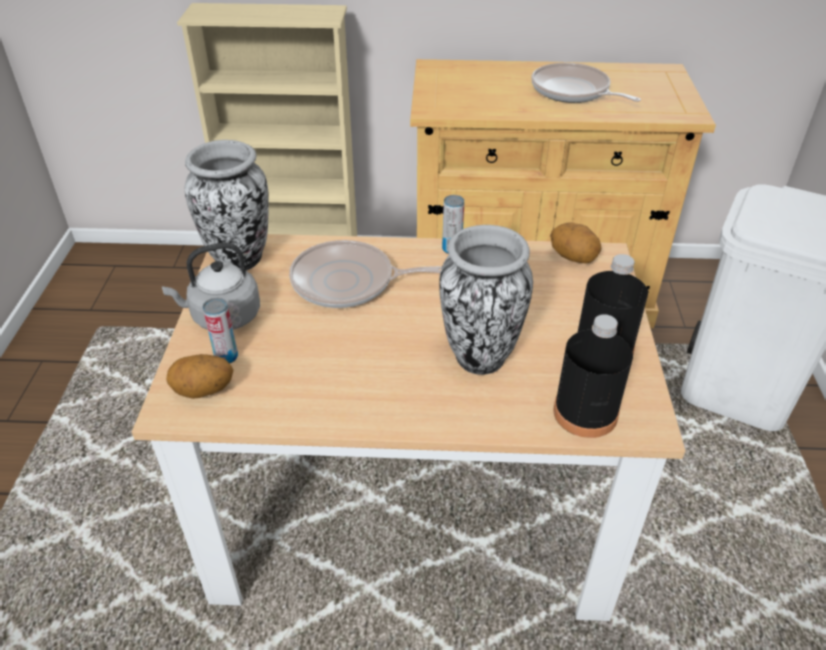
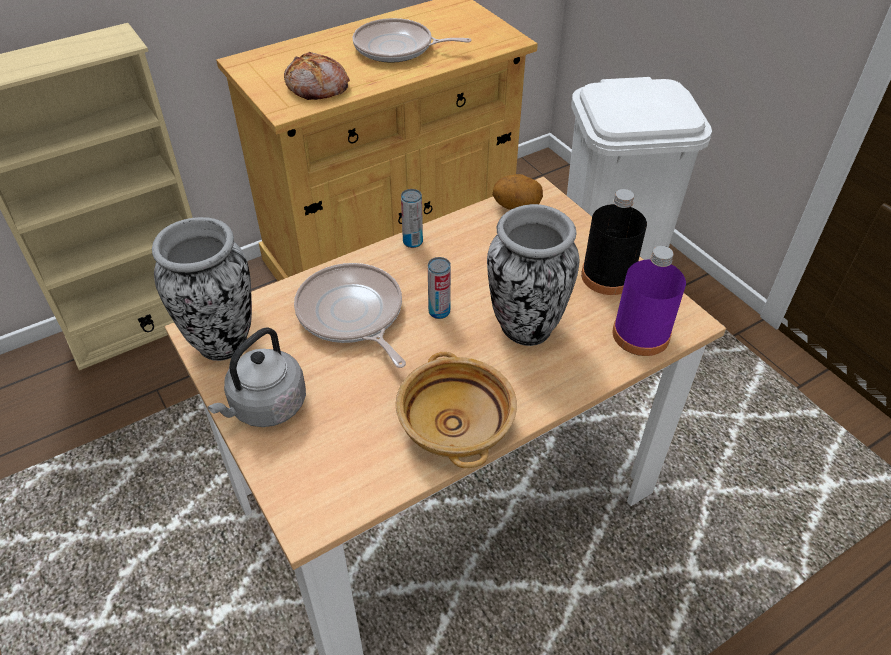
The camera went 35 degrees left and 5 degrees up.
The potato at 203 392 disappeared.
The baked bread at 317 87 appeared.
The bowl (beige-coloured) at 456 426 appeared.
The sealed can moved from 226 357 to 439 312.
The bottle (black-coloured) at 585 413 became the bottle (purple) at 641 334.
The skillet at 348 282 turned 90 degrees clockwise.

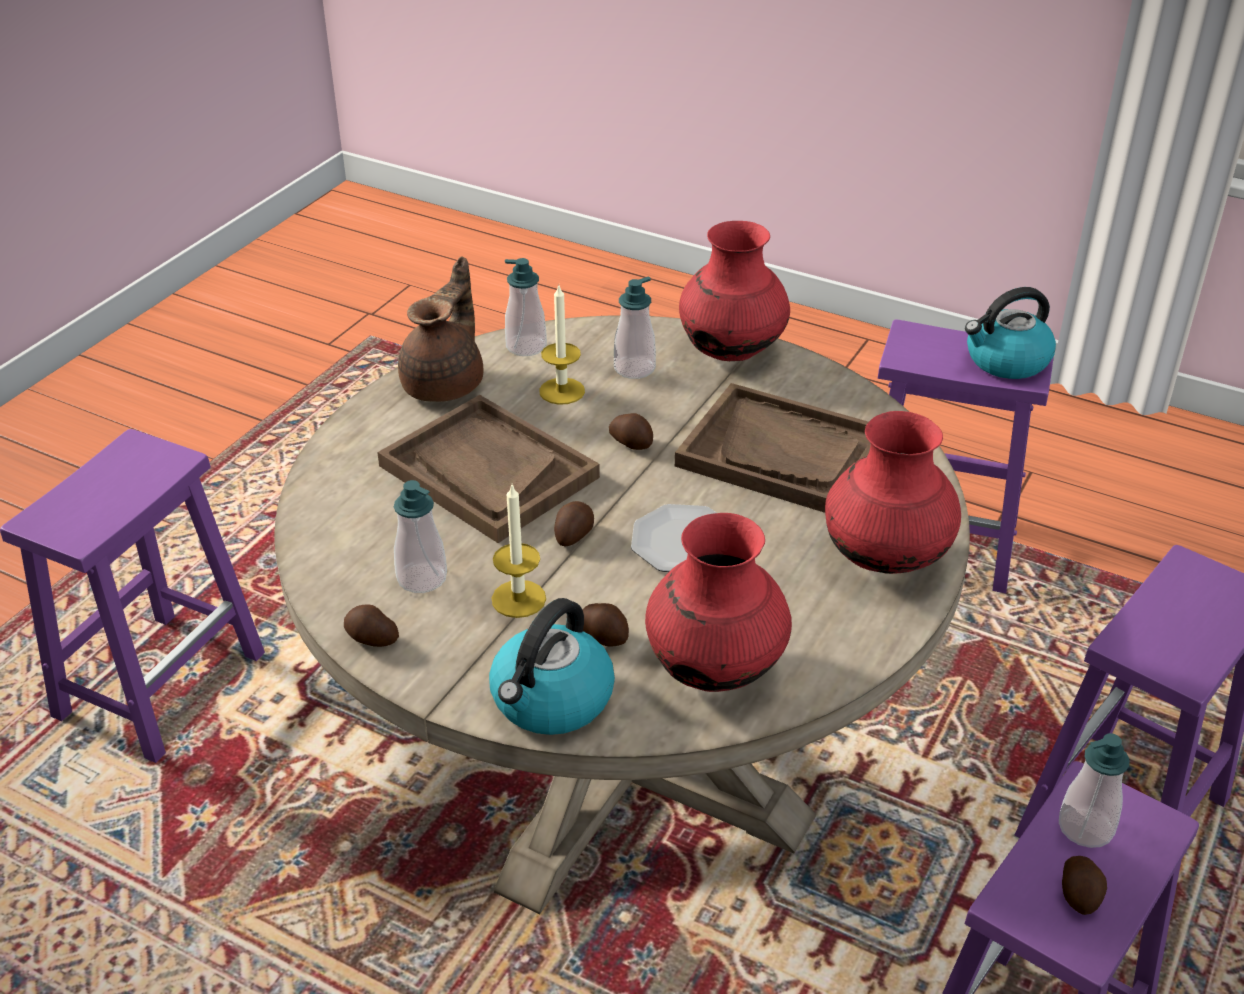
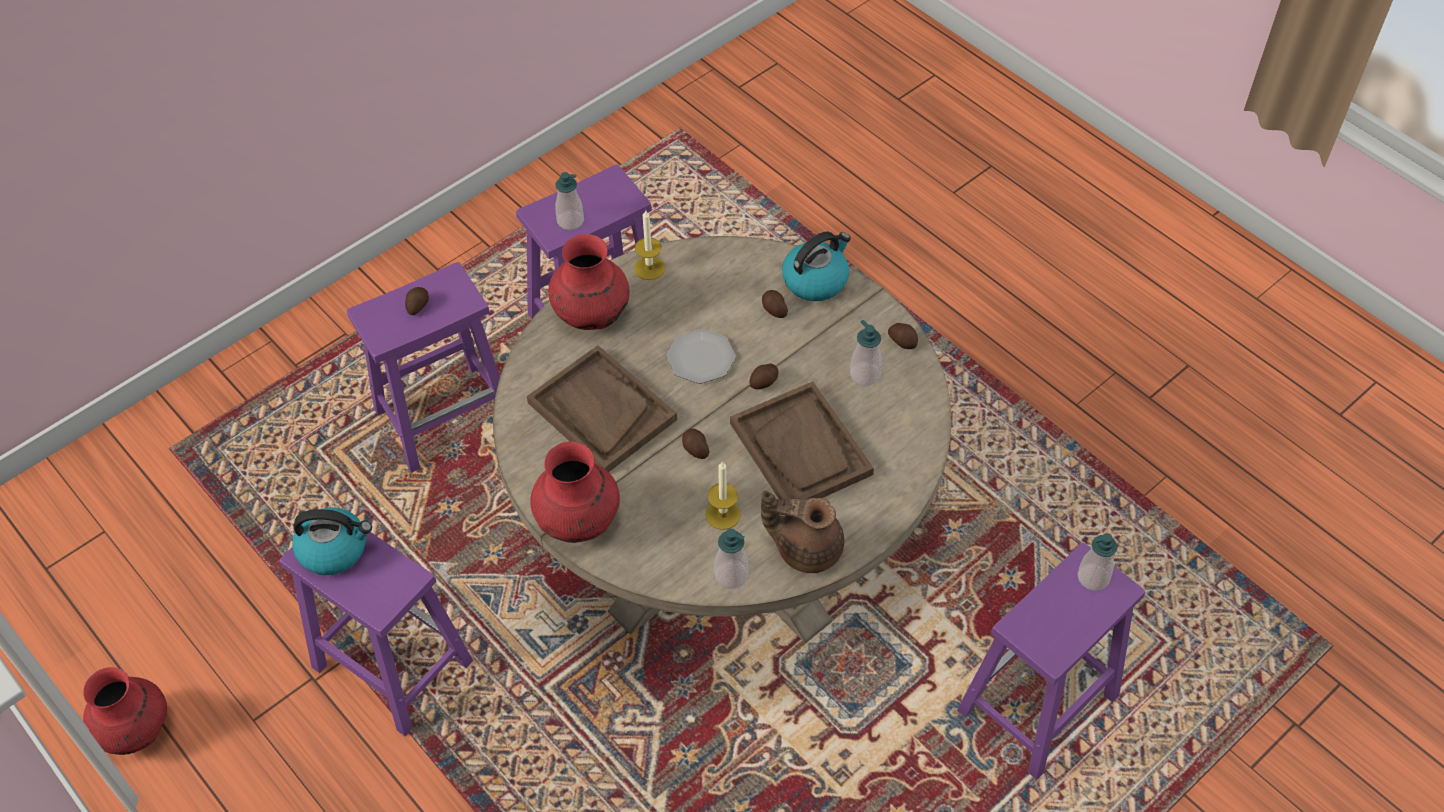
The camera went 160 degrees left and 15 degrees up.
The candle moved from 518 599 to 649 268.
The soap dispenser moved from 634 368 to 1093 577.
The decorative vase (red-coloured) moved from 714 668 to 136 731.
The potato moved from 1080 894 to 417 306.
The tea pot (brown) at 446 383 turned 60 degrees clockwise.

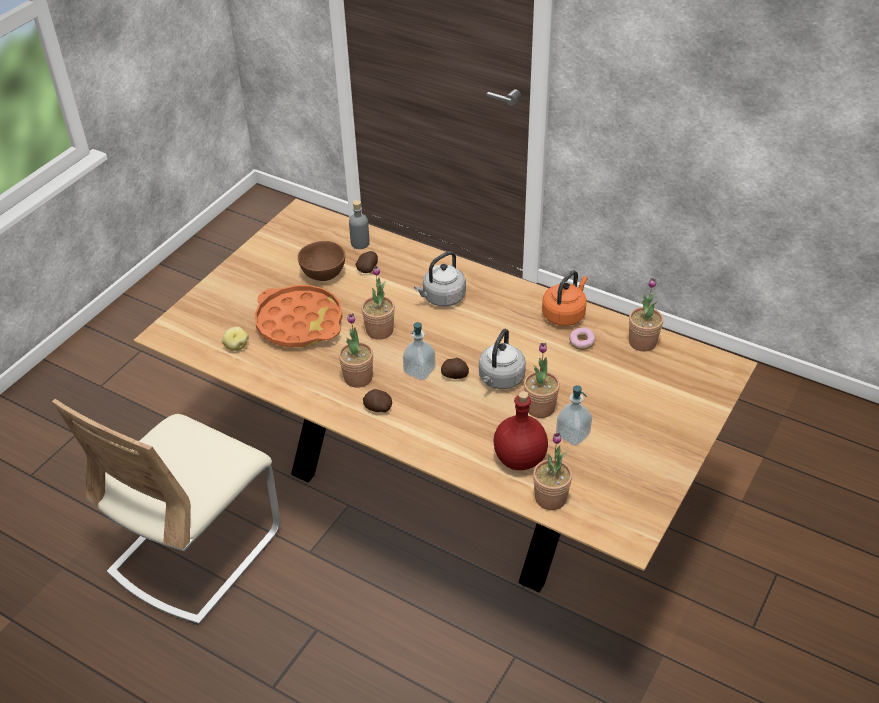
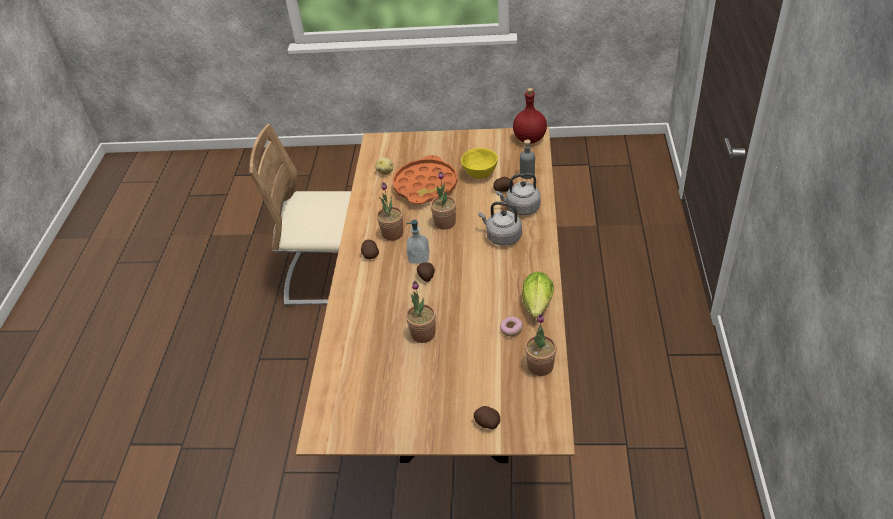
The camera went 65 degrees right and 0 degrees up.
The plant in a pot at 550 498 disappeared.
The soap dispenser at 573 434 disappeared.
The potato at 487 423 appeared.
The tea kettle (greyish) moved from 500 379 to 521 208.
The bottle (red-coloured) moved from 520 459 to 530 139.
The tea kettle (orange) at 565 314 was replaced by the head of lettuce at 537 307.
The bowl (brown) at 324 275 became the bowl (yellow) at 479 174.

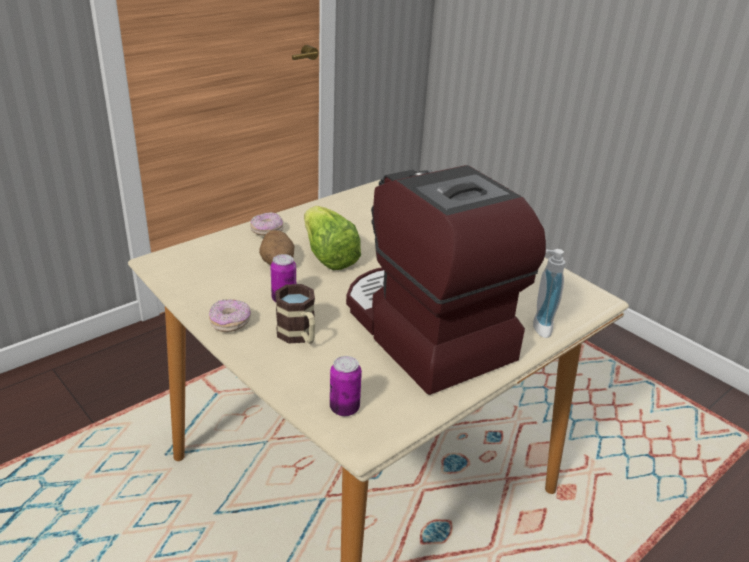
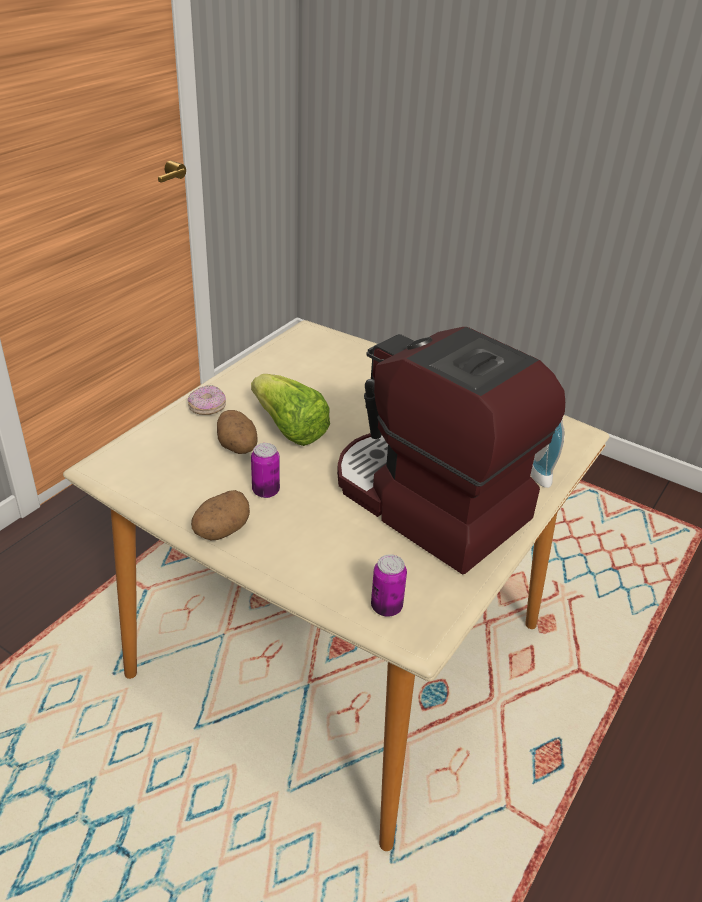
The camera went 15 degrees left and 5 degrees up.
The tea mug at 299 336 disappeared.
The ring doughnut at 230 323 was replaced by the potato at 221 531.

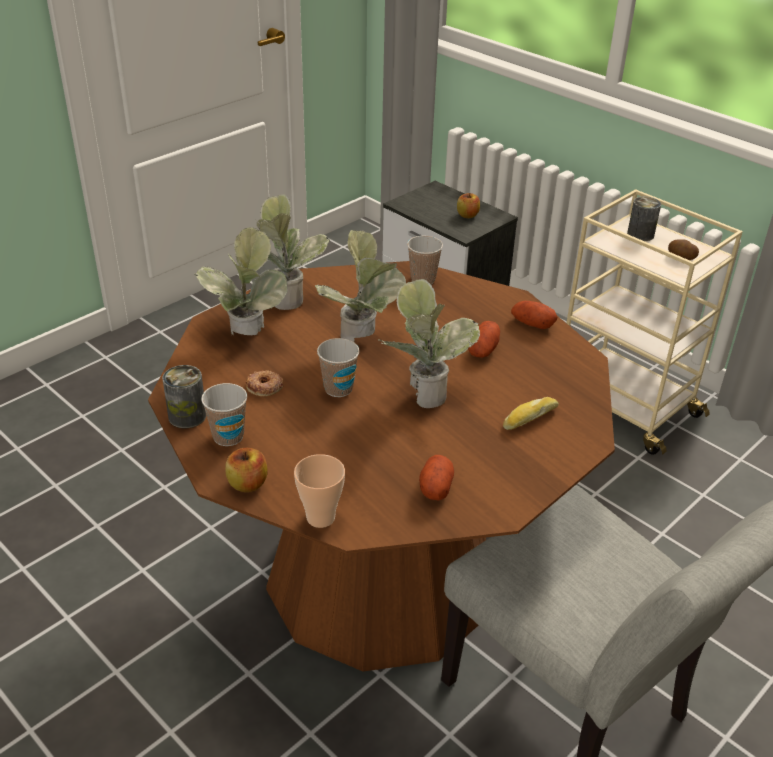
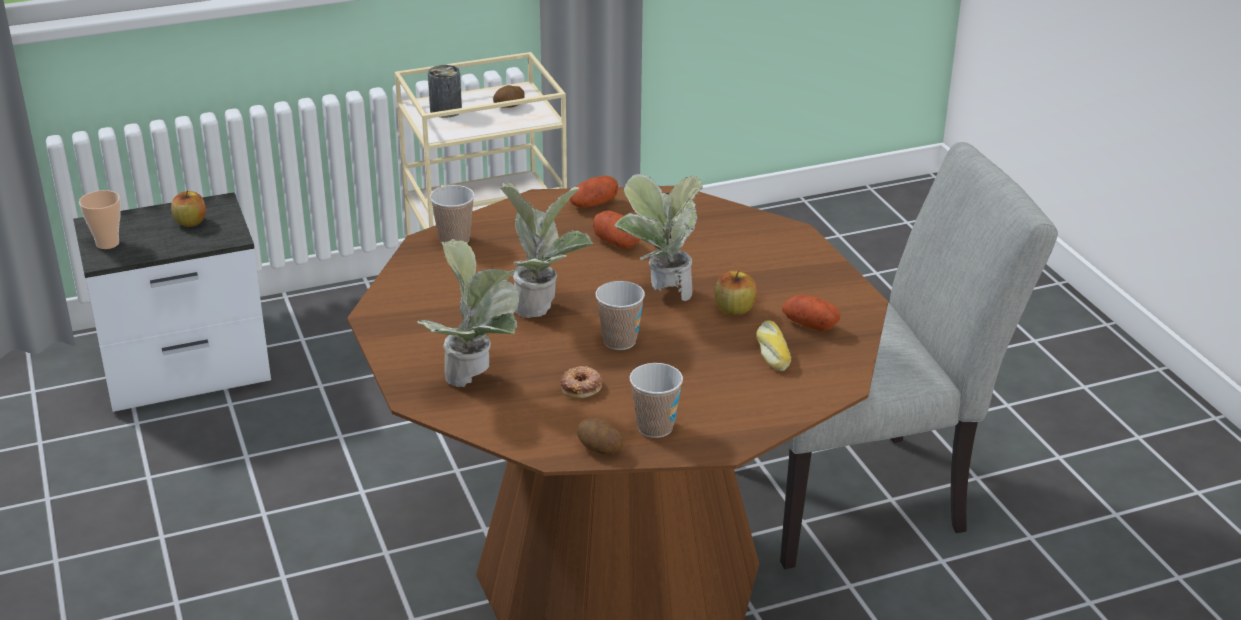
The camera went 65 degrees left and 5 degrees down.
The plant in a pot at 286 297 disappeared.
The apple fruit moved from 247 484 to 734 310.
The cup moved from 320 517 to 107 243.
The baked bread moved from 529 418 to 771 352.
The sealed can at 187 416 was replaced by the potato at 598 448.

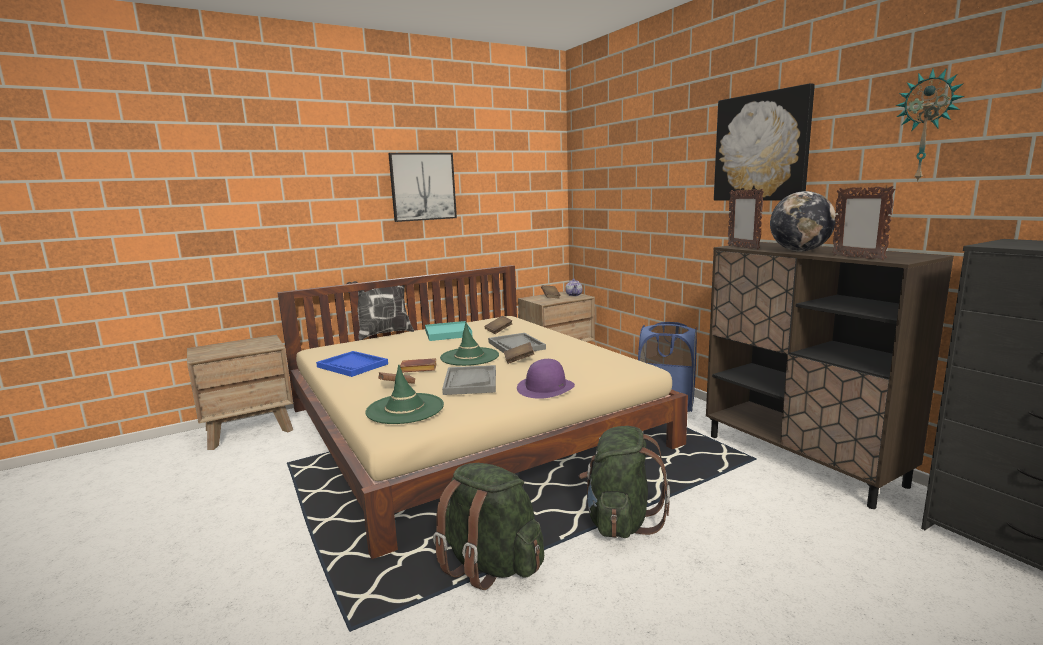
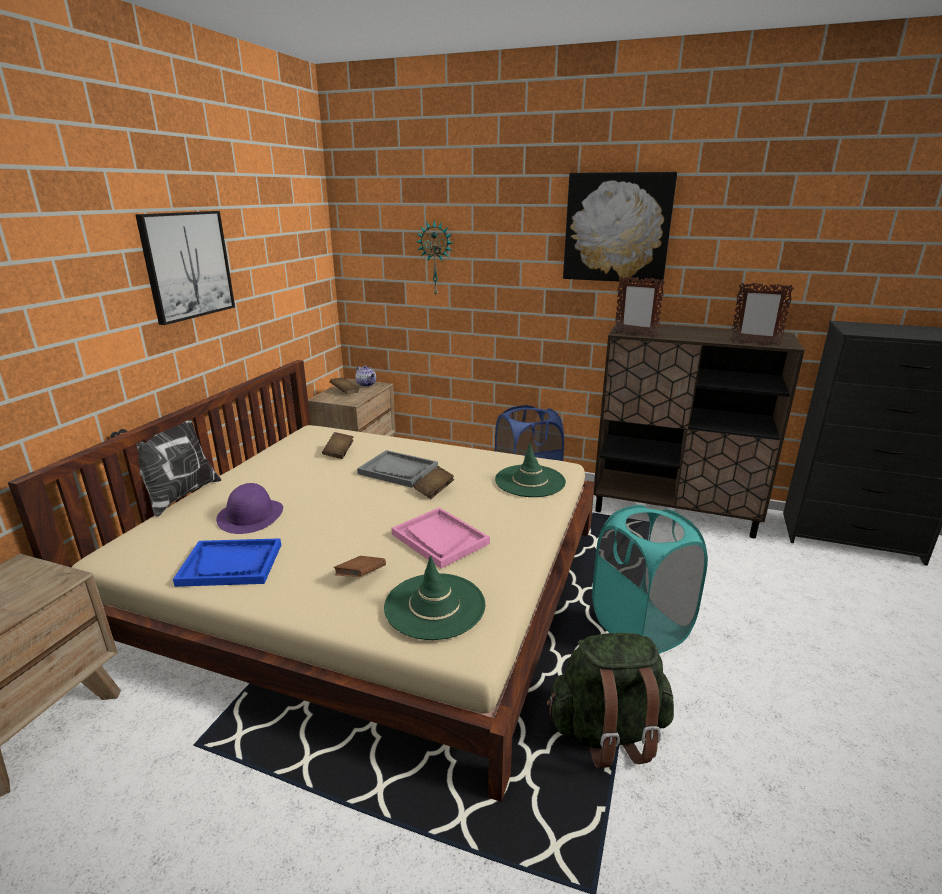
The camera went 40 degrees left and 10 degrees up.
The bound book (brown) at 417 369 disappeared.
The serving tray (turquoise-coloured) at 448 333 disappeared.
The desk globe at 799 251 disappeared.
The wearable hat (green) moved from 469 357 to 530 481.
The wearable hat (purple) moved from 545 387 to 250 515.
The clock on the wall moved from 927 126 to 436 259.
The rucksack (green) at 620 521 was replaced by the hamper (turquoise-coloured) at 640 627.
The serving tray (greyish) at 470 382 became the serving tray (pink) at 439 539.

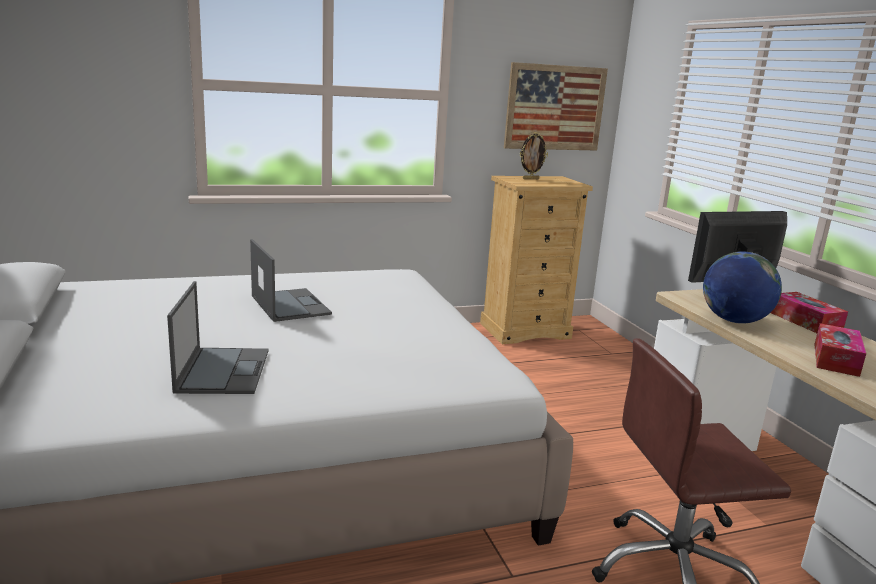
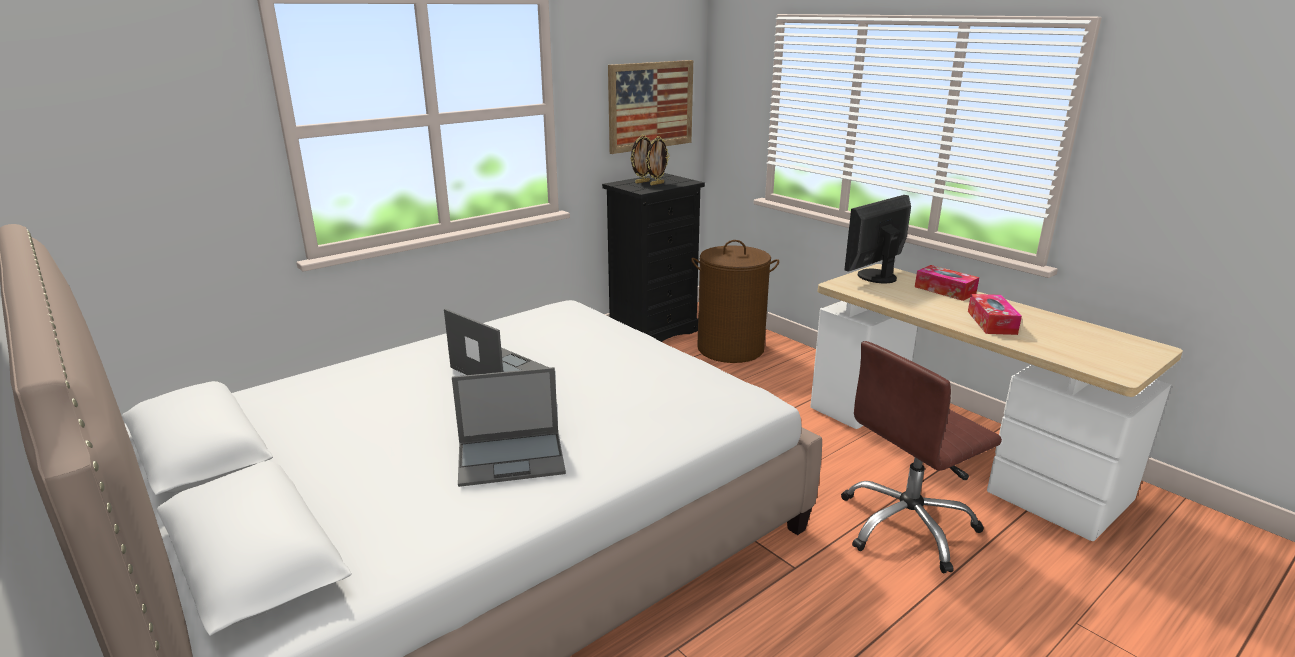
The camera went 20 degrees left and 5 degrees up.
The desk globe at 734 321 disappeared.
The standing frame at 656 184 appeared.
The hamper (brown) at 730 348 appeared.
The drawer chest (beige-coloured) at 525 330 became the drawer chest (black-coloured) at 653 331.
The portable computer at 223 370 turned 105 degrees clockwise.

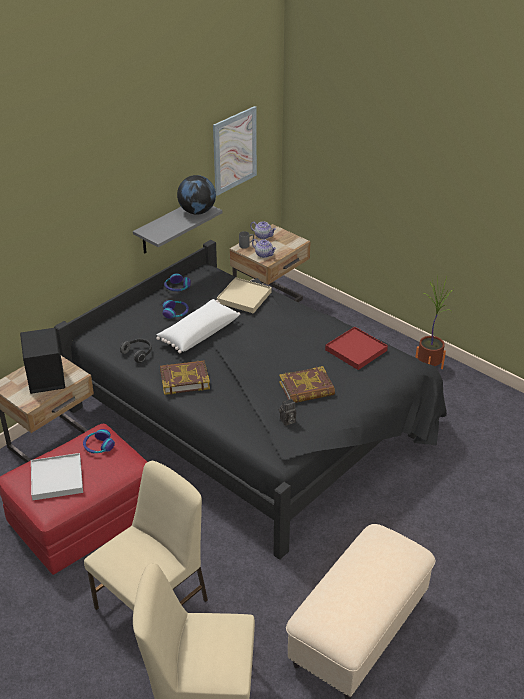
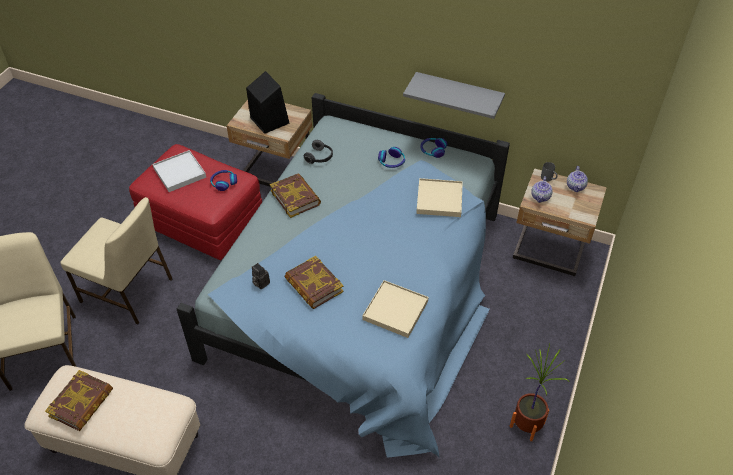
The camera went 70 degrees right and 10 degrees up.
The throw pillow (white-coloured) at 198 333 disappeared.
The desk globe at 197 212 disappeared.
The picture at 234 150 disappeared.
The bound book at 82 403 appeared.
The bed (black-coloured) at 255 420 became the bed (blue-coloured) at 362 292.
The serving tray (red-coloured) at 356 350 became the serving tray (beige-coloured) at 395 310.

